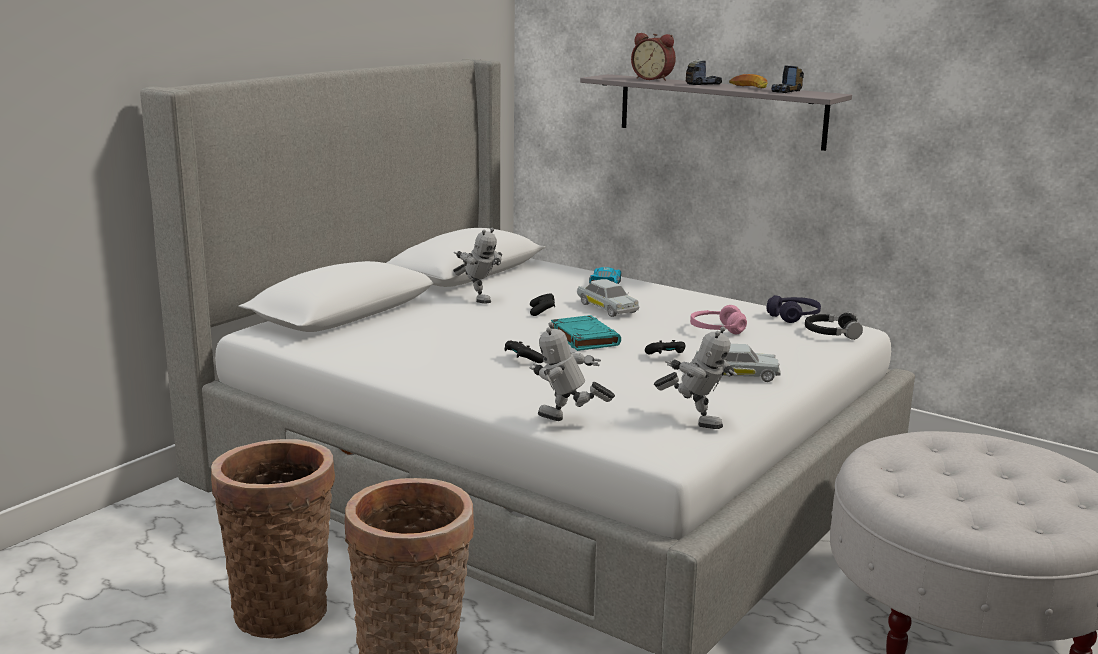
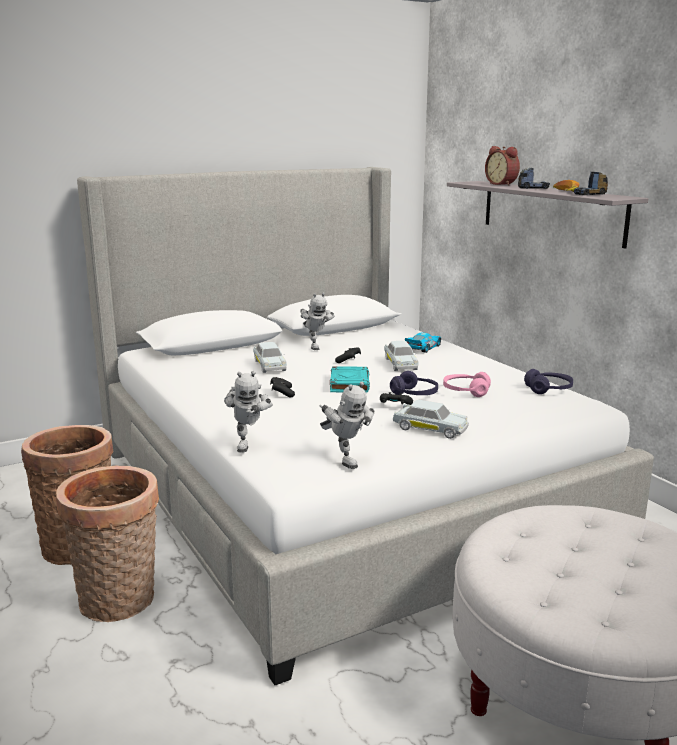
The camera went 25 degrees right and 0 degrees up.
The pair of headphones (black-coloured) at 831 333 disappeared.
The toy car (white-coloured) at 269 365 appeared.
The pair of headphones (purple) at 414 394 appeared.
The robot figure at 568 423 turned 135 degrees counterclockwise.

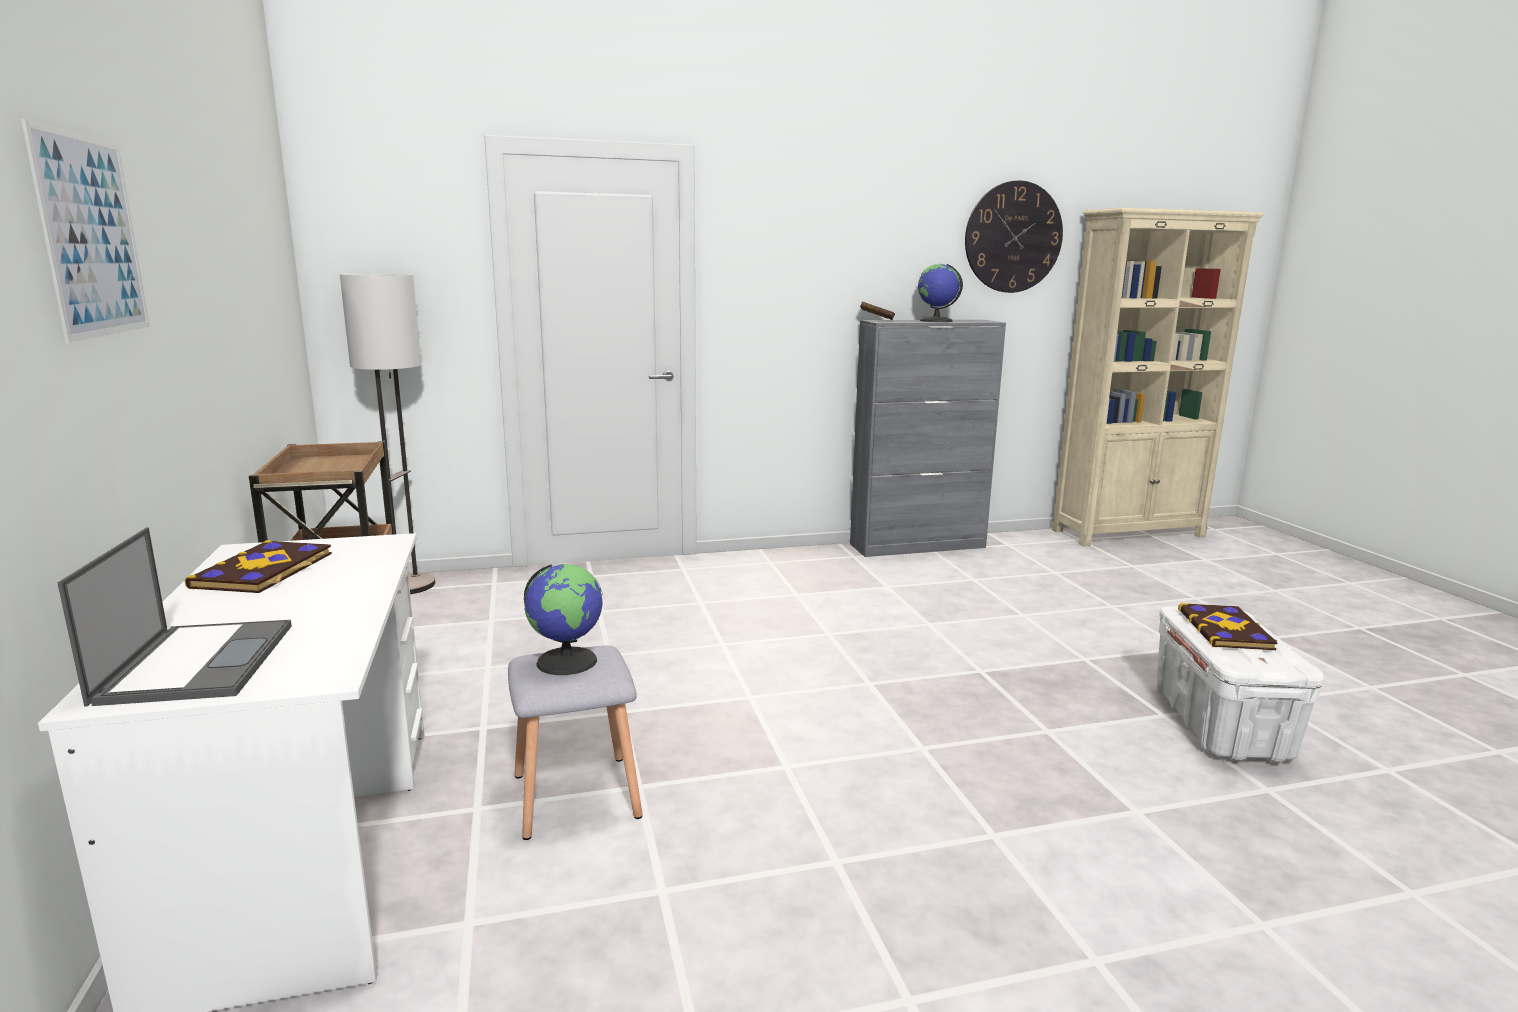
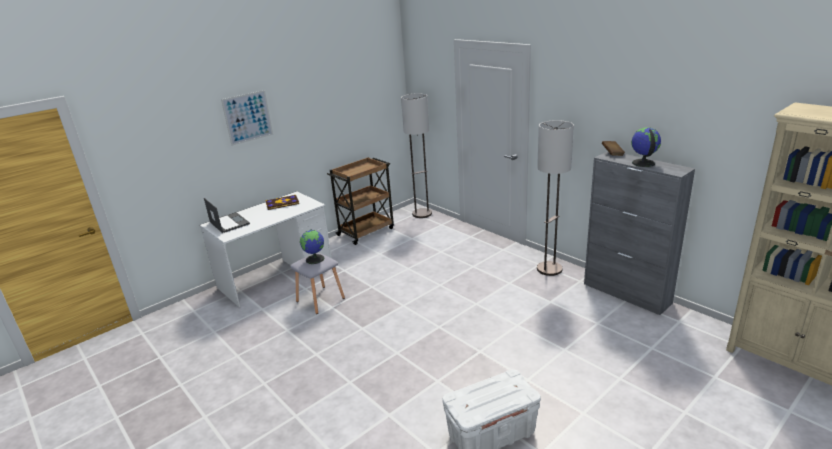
The camera went 65 degrees right and 10 degrees up.
The clock on the wall at 1013 237 disappeared.
The bound book at 1226 629 disappeared.
The floor lamp at 549 269 appeared.
The portable computer at 197 661 turned 90 degrees counterclockwise.

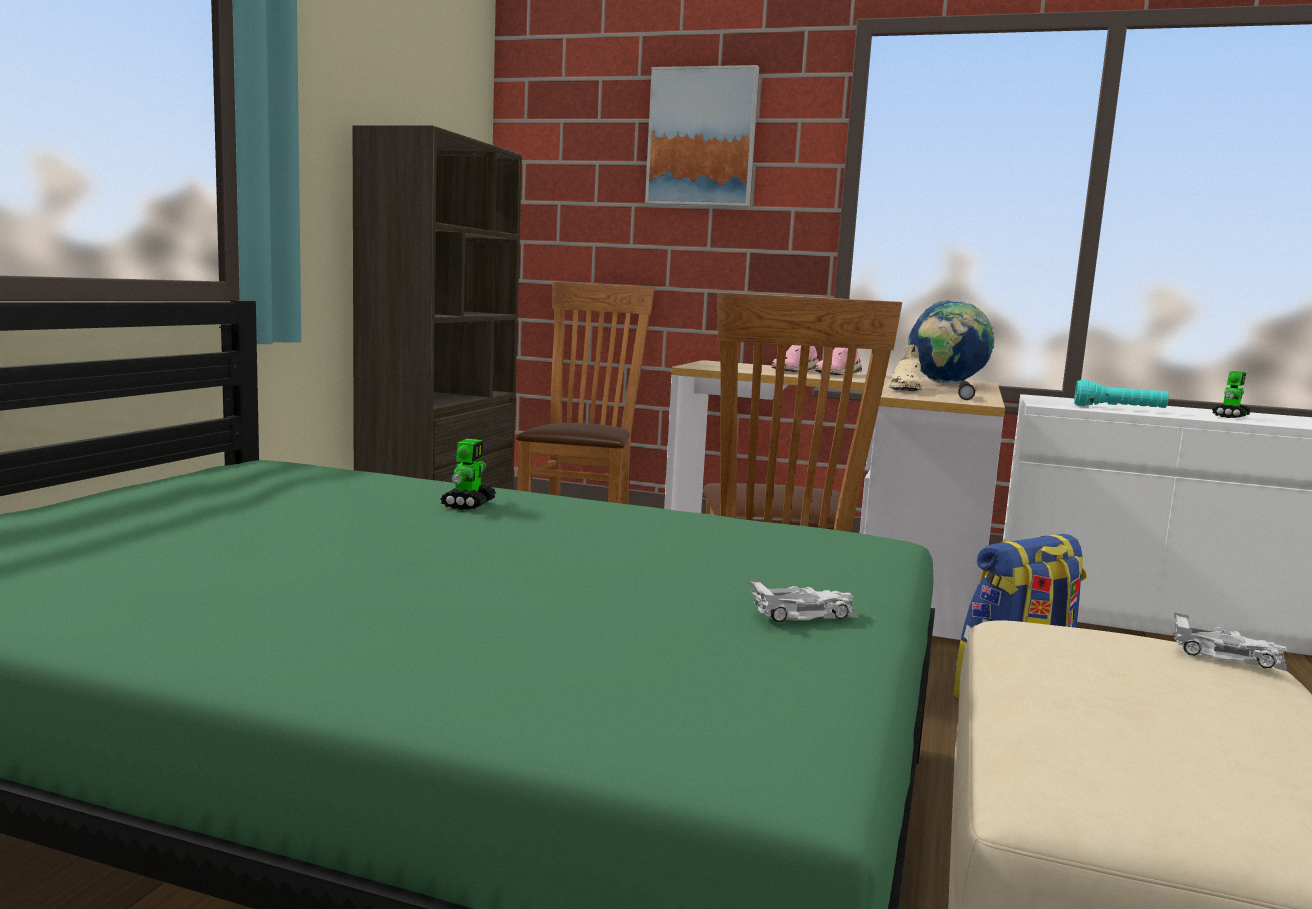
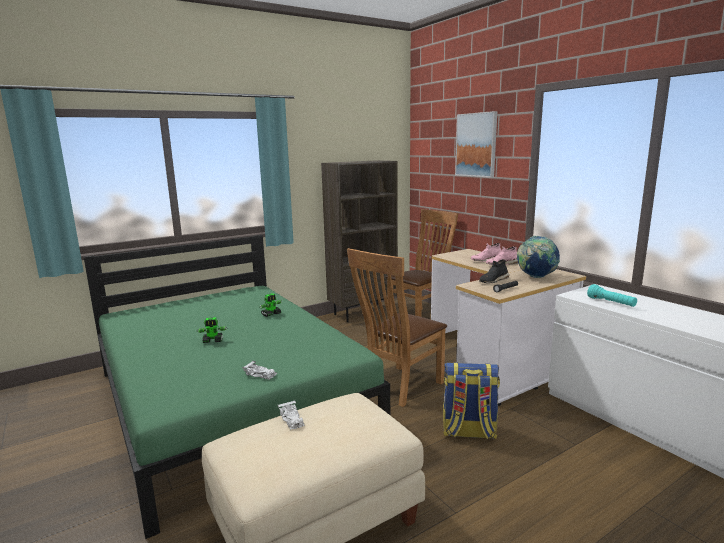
The camera went 40 degrees right and 5 degrees up.
The toy car (white-coloured) moved from 1227 656 to 292 419.
The robot figure moved from 1230 416 to 213 340.
The shoe (beige-coloured) at 905 389 became the shoe (black-coloured) at 493 280.

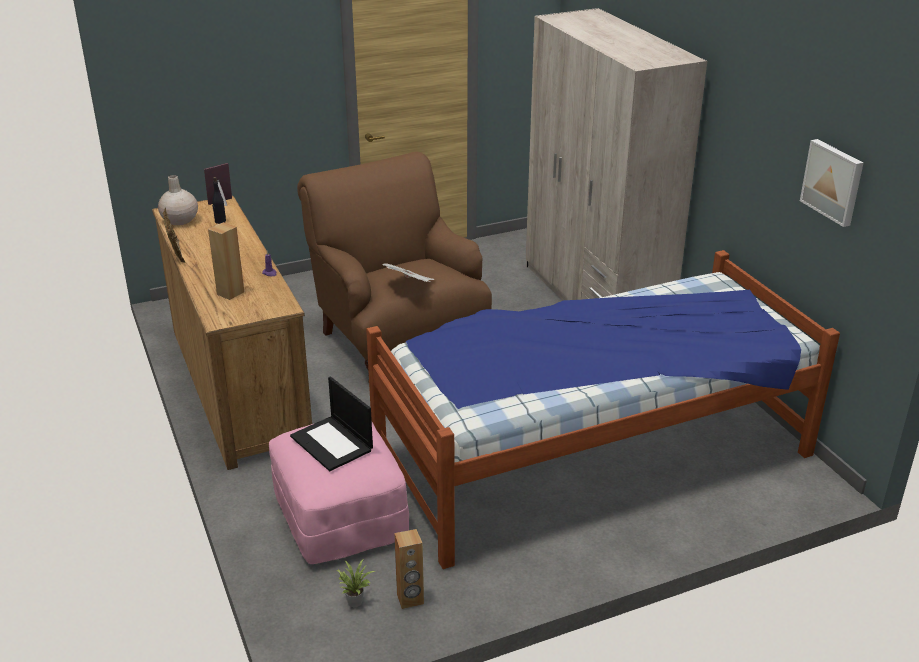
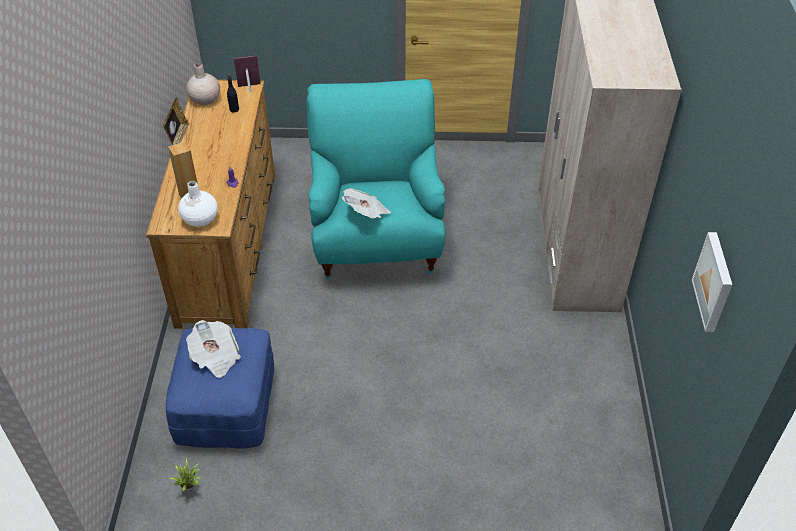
The camera went 25 degrees right and 15 degrees up.
The bed at 590 451 disappeared.
The loudspeaker (brown) at 410 599 disappeared.
The decorative vase (white-coloured) at 200 219 appeared.
The portable computer at 333 443 was replaced by the daily paper at 215 357.
The footrest (pink) at 341 516 became the footrest (blue-coloured) at 227 405.
The armchair (brown) at 398 341 became the armchair (turquoise-coloured) at 376 240.

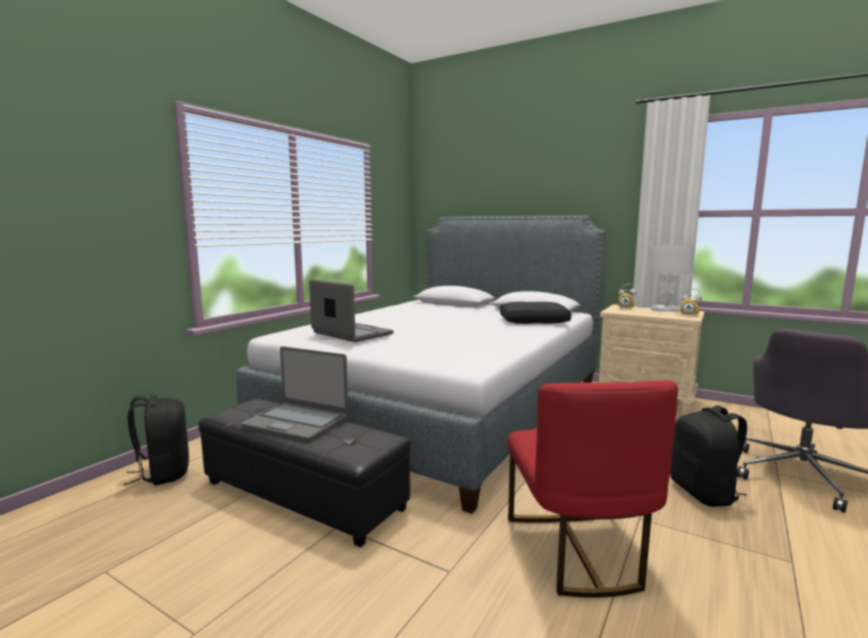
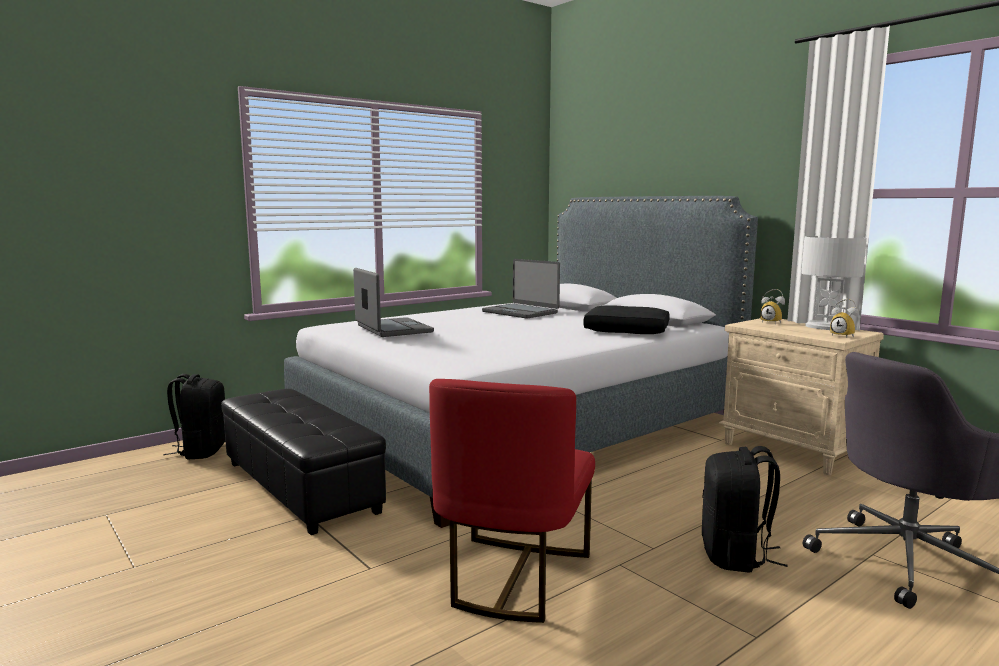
The camera went 20 degrees right and 0 degrees up.
The portable computer moved from 296 422 to 520 312.

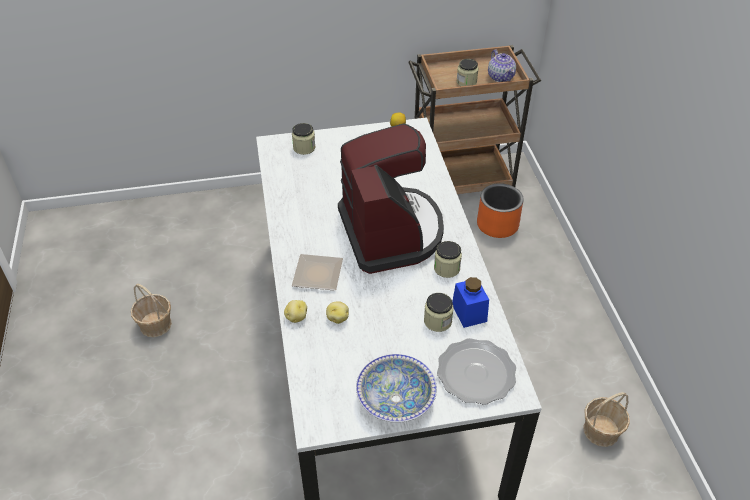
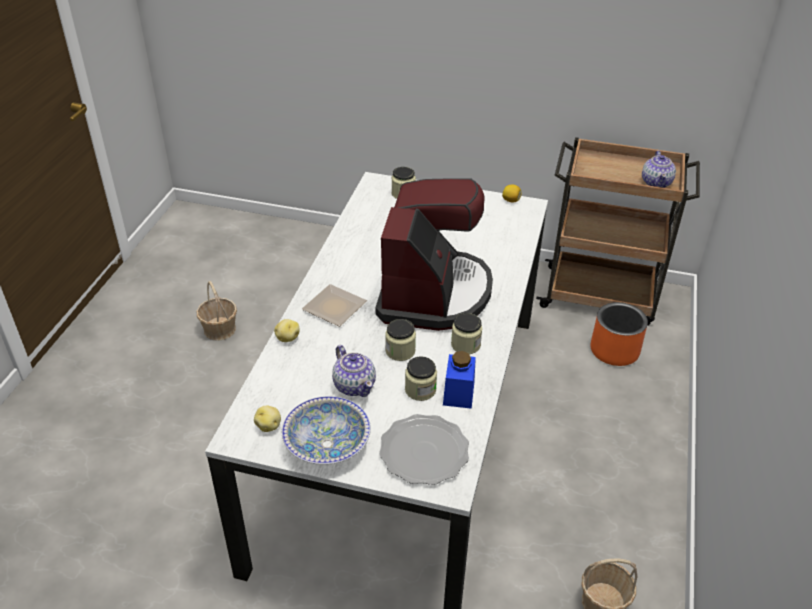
The camera went 25 degrees right and 5 degrees down.
The tea pot at 354 385 appeared.
The potato moved from 338 318 to 269 426.
The storage jar moved from 466 82 to 400 351.

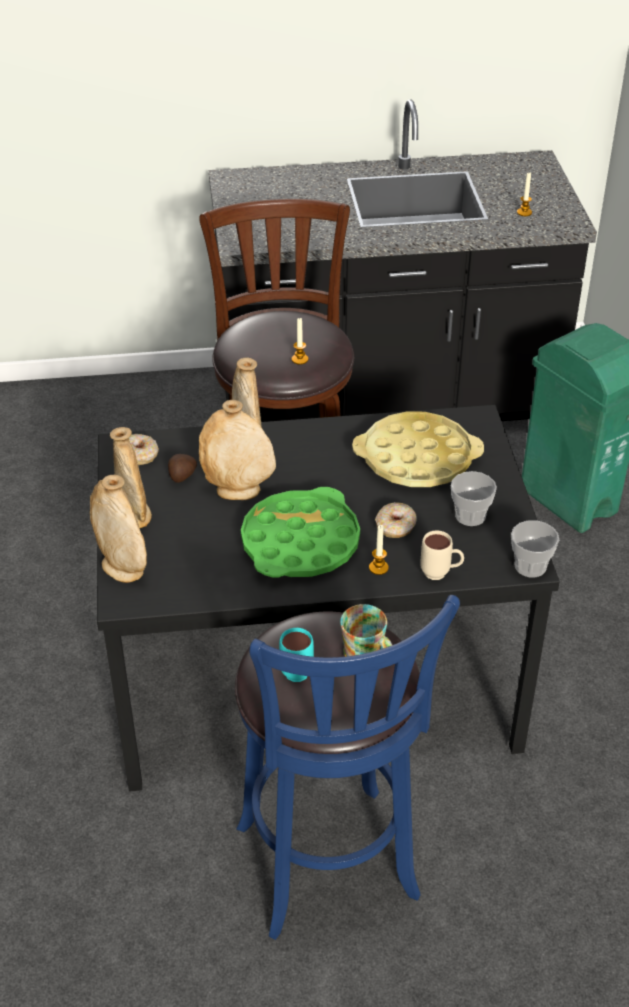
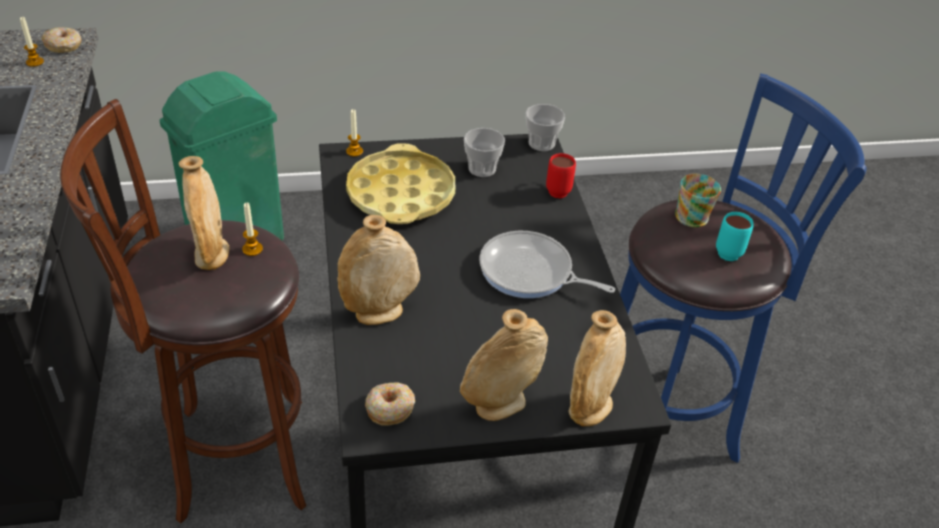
The camera went 95 degrees left and 0 degrees up.
The potato at 181 476 disappeared.
The decorative vase (beige-coloured) moved from 238 491 to 211 254.
The candle moved from 378 568 to 354 151.
The ring doughnut moved from 395 526 to 64 45.
The serving tray (green) at 300 542 was replaced by the skillet at 530 273.
The tea mug (beige-coloured) at 440 574 became the tea mug (red-coloured) at 559 189.

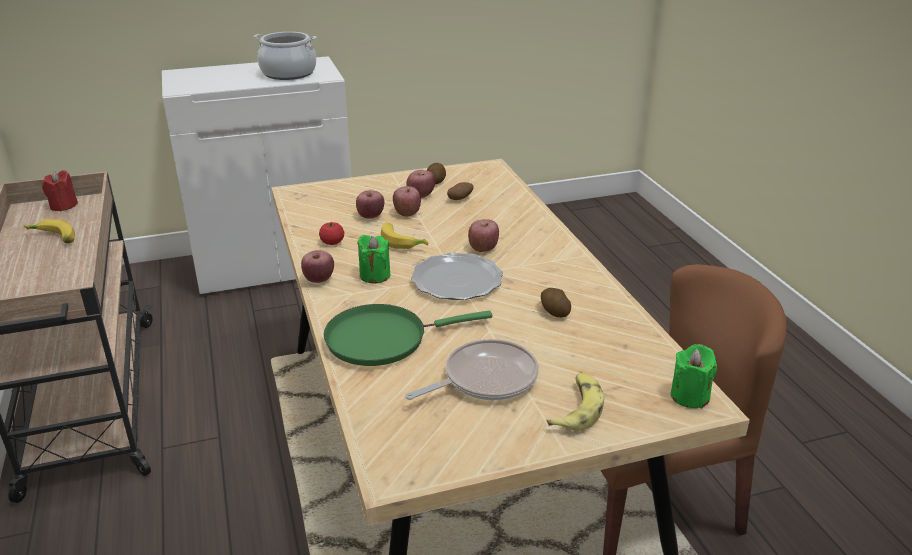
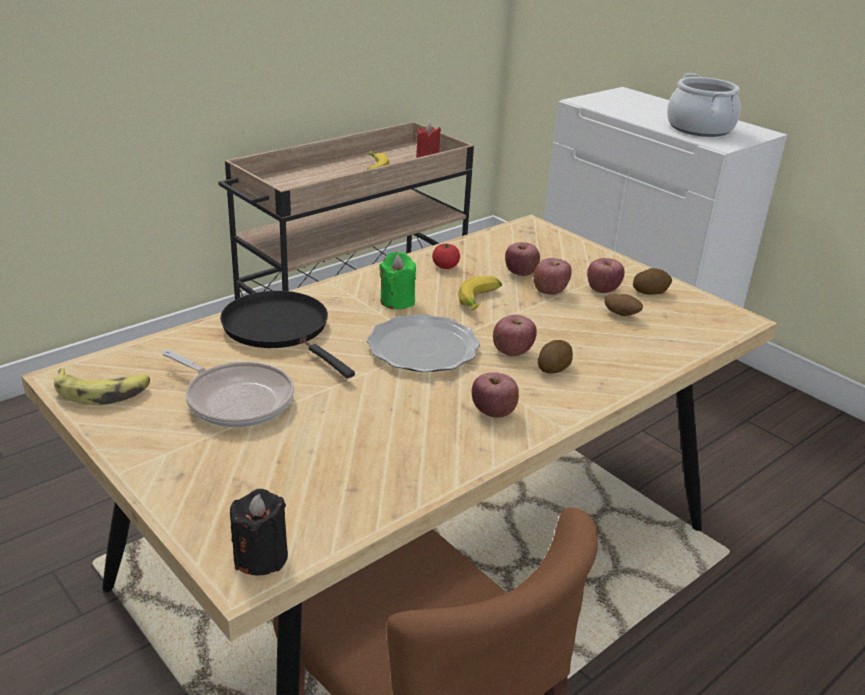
The camera went 65 degrees right and 0 degrees up.
The apple fruit moved from 319 280 to 493 412.
The potato moved from 554 312 to 553 368.
The banana moved from 577 408 to 103 392.
The skillet (green) at 382 339 became the skillet (black-coloured) at 280 329.
The candle (green) at 689 396 became the candle (black-coloured) at 261 557.

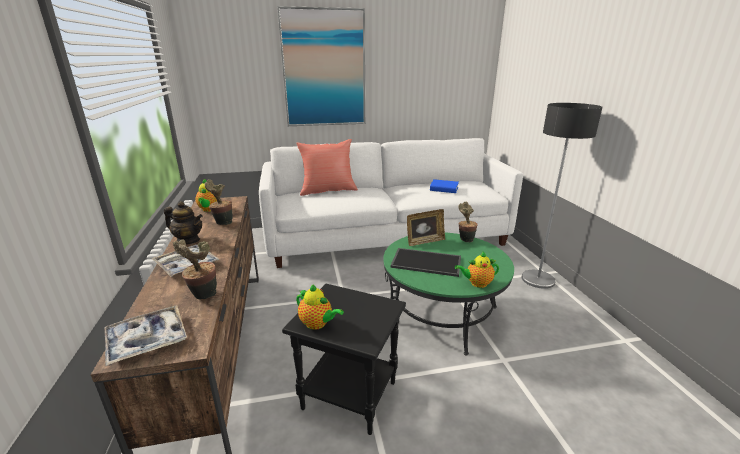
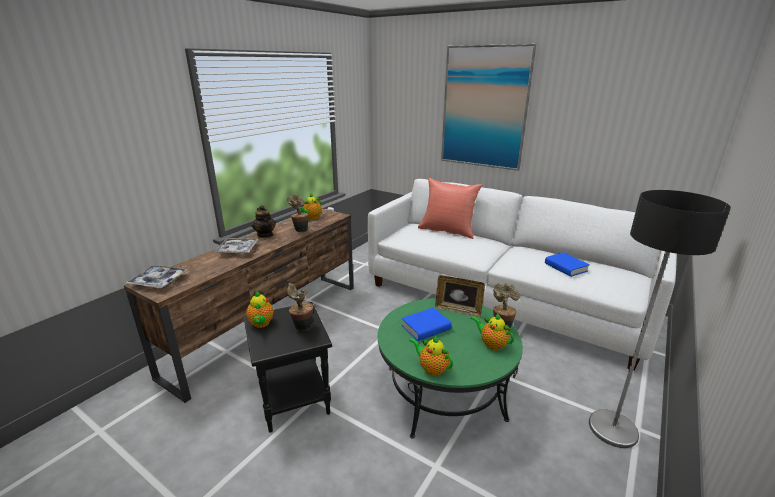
The camera went 45 degrees right and 0 degrees up.
The tea pot at 491 344 appeared.
The plant in a pot moved from 203 296 to 301 327.
The serving tray at 427 262 was replaced by the bound book (blue-coloured) at 426 328.

